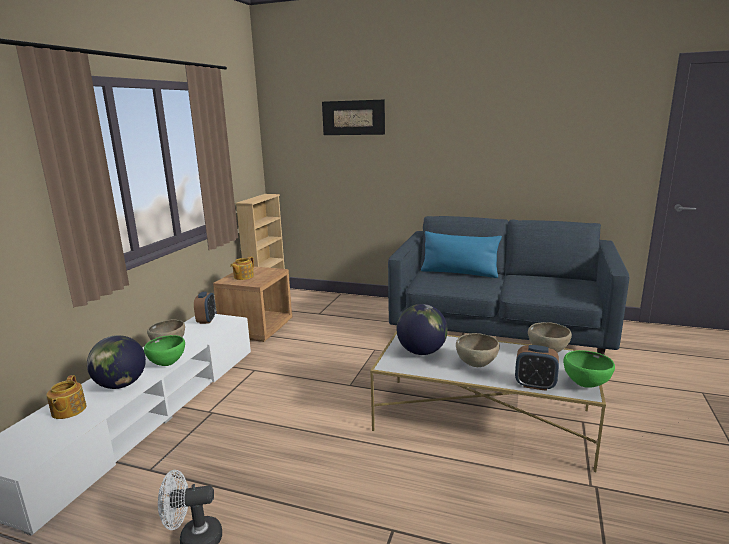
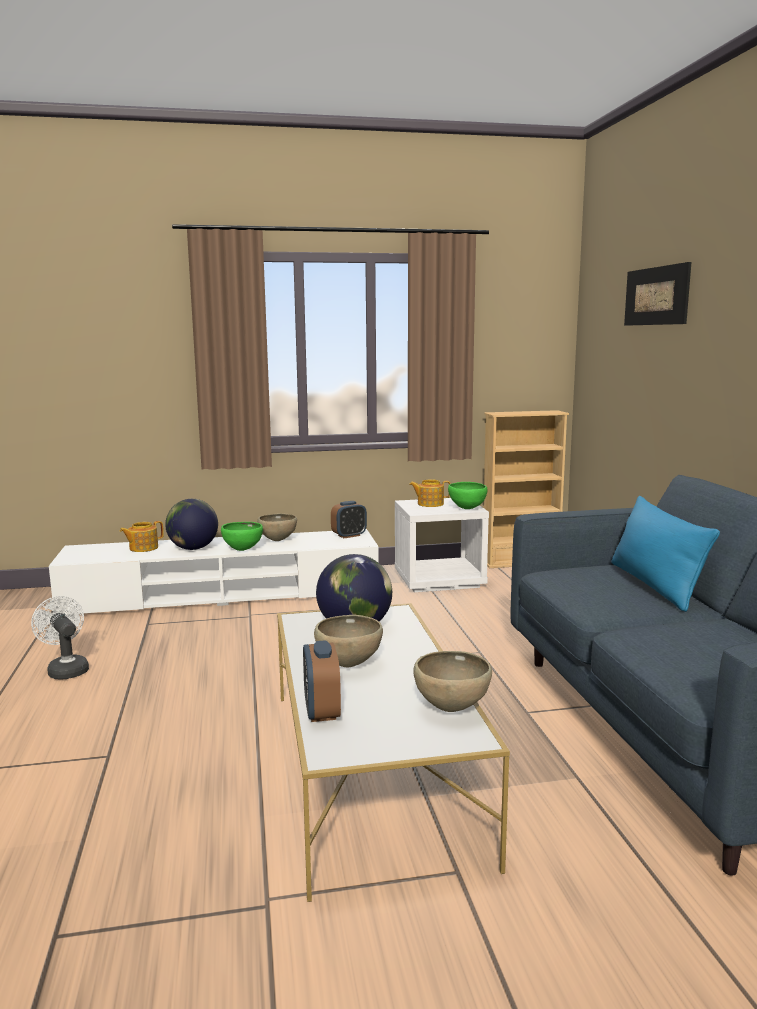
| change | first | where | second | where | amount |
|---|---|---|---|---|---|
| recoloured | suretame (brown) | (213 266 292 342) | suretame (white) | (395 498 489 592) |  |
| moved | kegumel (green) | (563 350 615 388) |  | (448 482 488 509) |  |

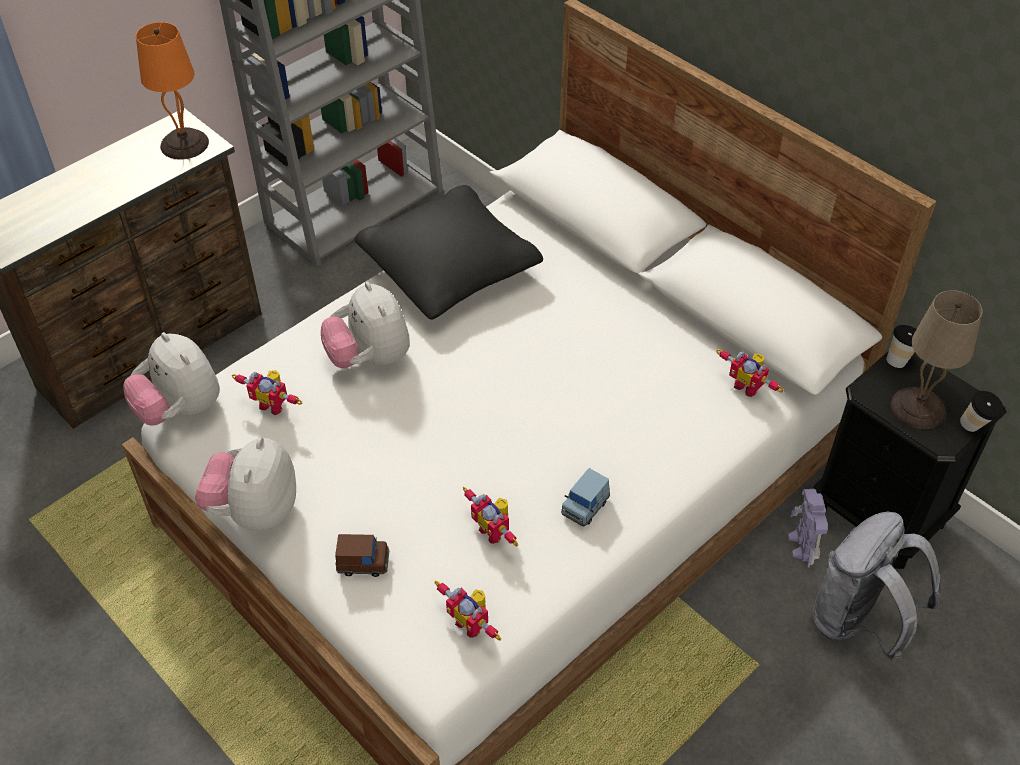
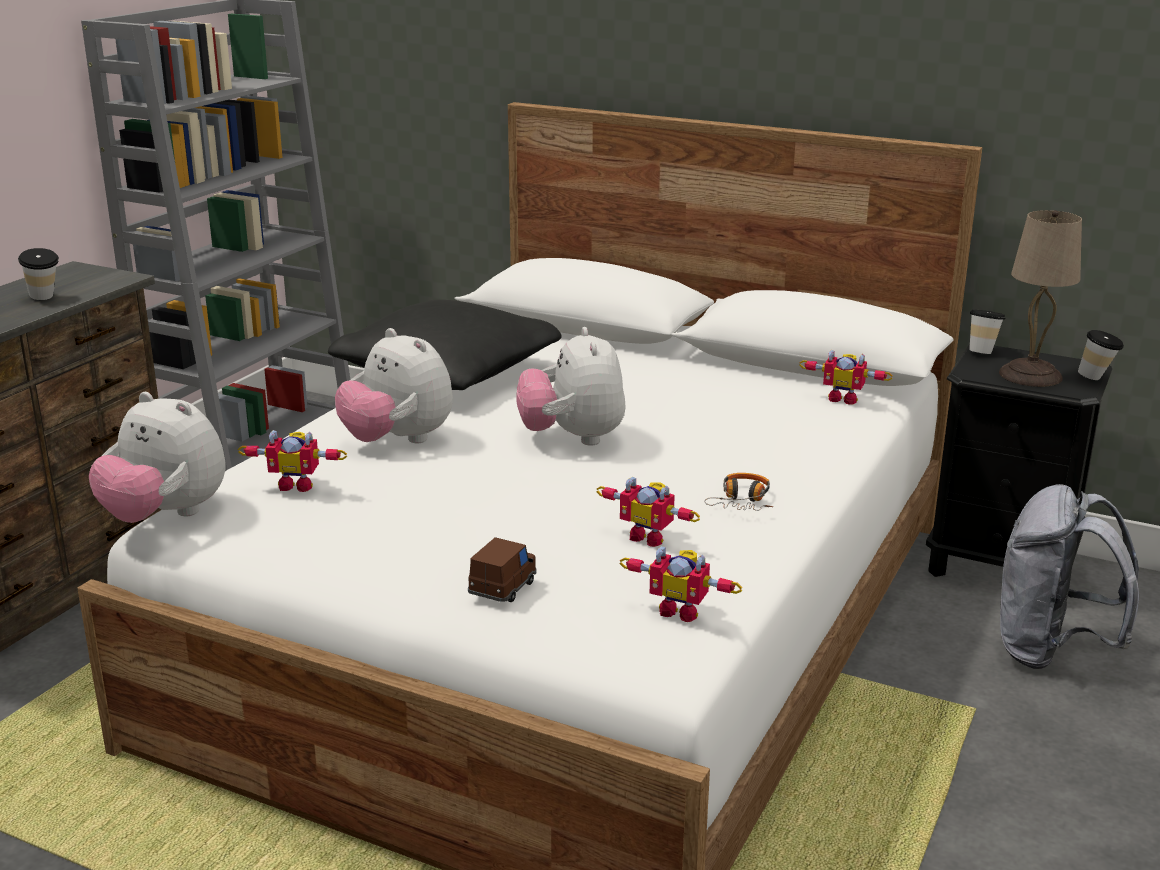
| change | first | where | second | where | amount |
|---|---|---|---|---|---|
| removed | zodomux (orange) | (136 22 209 160) |  |  |  |
| moved | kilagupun | (195 437 296 531) |  | (516 327 626 446) |  |
| replaced | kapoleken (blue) | (561 468 610 526) | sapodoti | (704 473 773 511) |  |
| removed | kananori | (788 489 828 568) |  |  |  |
| turned | kapoleken (brown) | (335 534 389 577) |  | (468 537 536 602) | 45 degrees counterclockwise |
| added |  |  | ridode | (18 248 59 300) |  |

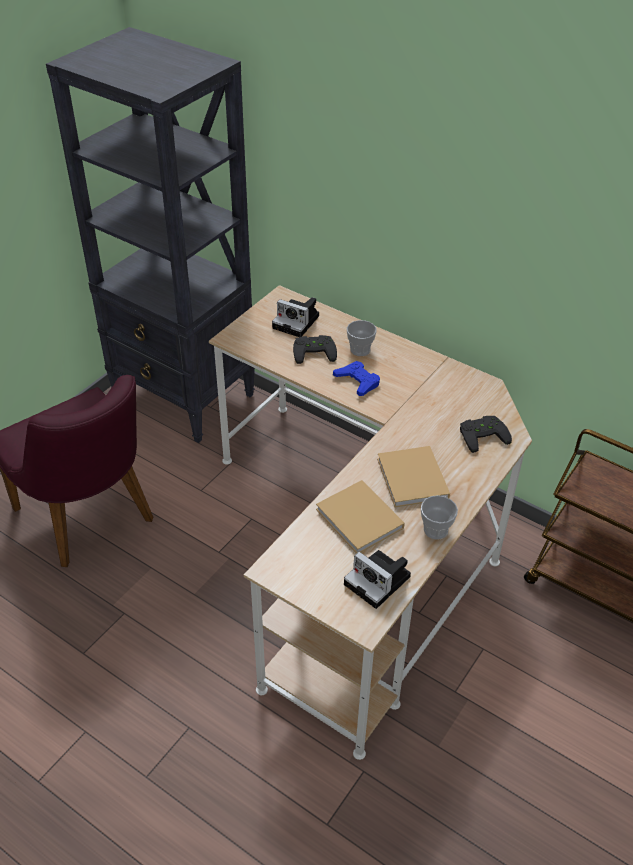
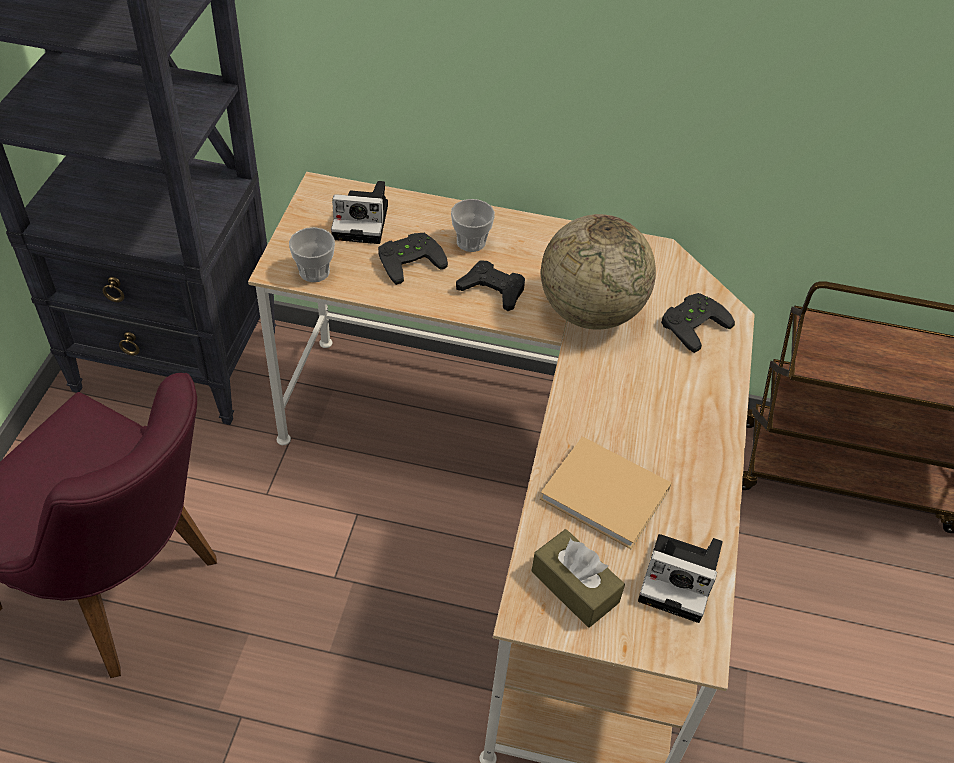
| change | first | where | second | where | amount |
|---|---|---|---|---|---|
| recoloured | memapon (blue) | (333 361 380 396) | memapon (black) | (456 260 525 311) |  |
| removed | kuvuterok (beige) | (377 446 450 508) |  |  |  |
| moved | ridode | (421 495 458 540) |  | (289 227 335 282) |  |
| added |  |  | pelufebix | (541 214 656 330) |  |
| added |  |  | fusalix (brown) | (531 529 625 628) |  |

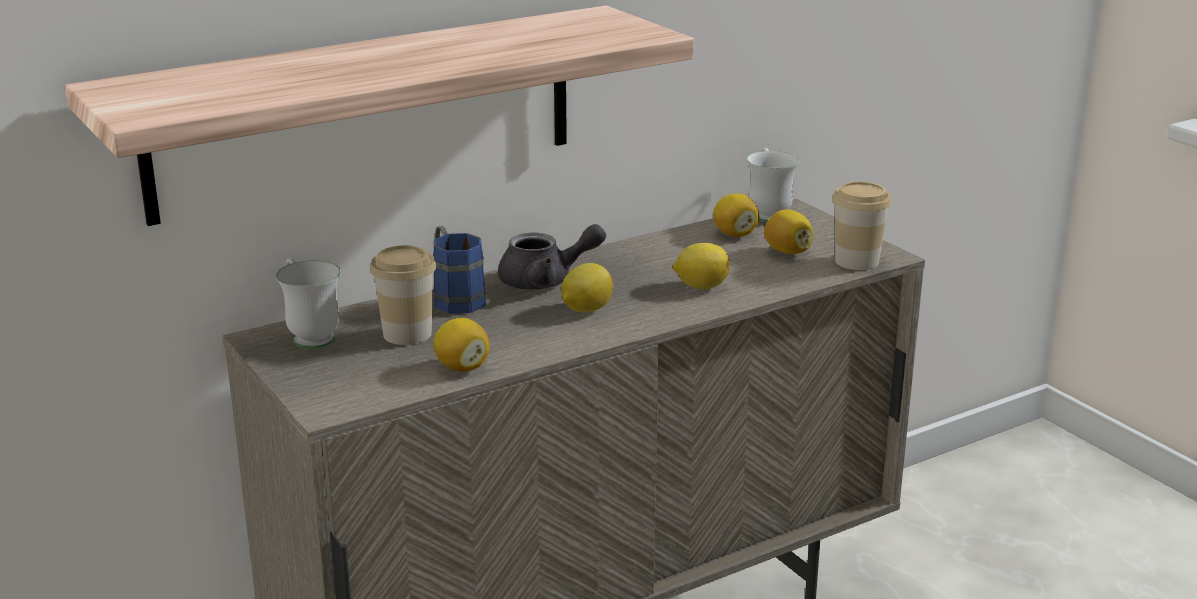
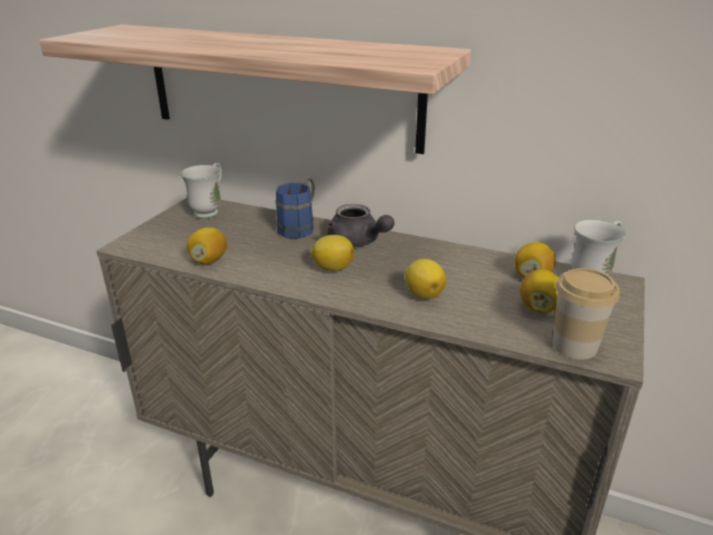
| change | first | where | second | where | amount |
|---|---|---|---|---|---|
| removed | ridode | (370 245 436 345) |  |  |  |

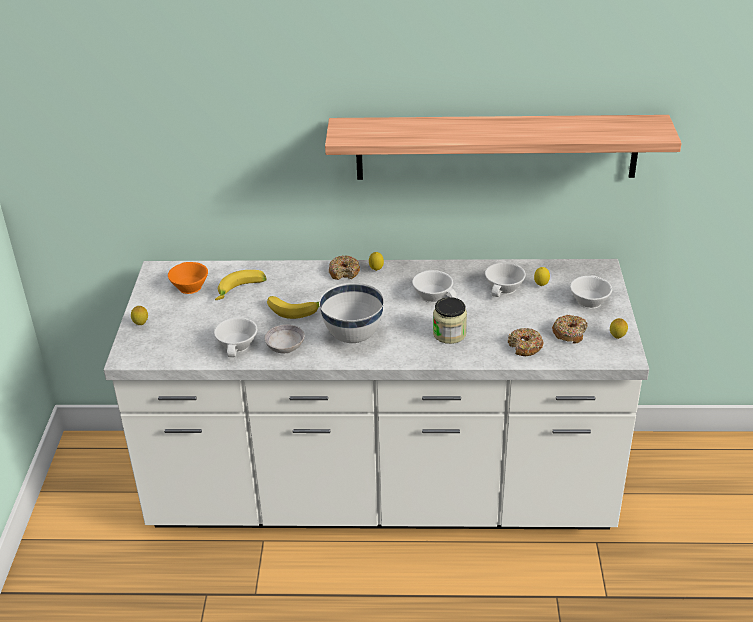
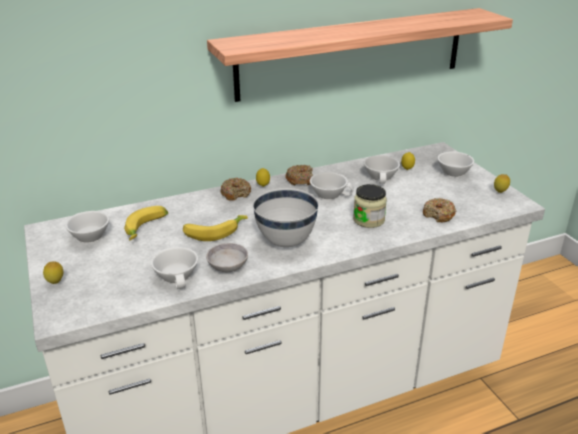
| change | first | where | second | where | amount |
|---|---|---|---|---|---|
| recoloured | ridode (orange) | (168 262 208 294) | ridode (white) | (65 211 109 244) |  |
| moved | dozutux | (552 315 588 343) |  | (285 165 313 185) |  |

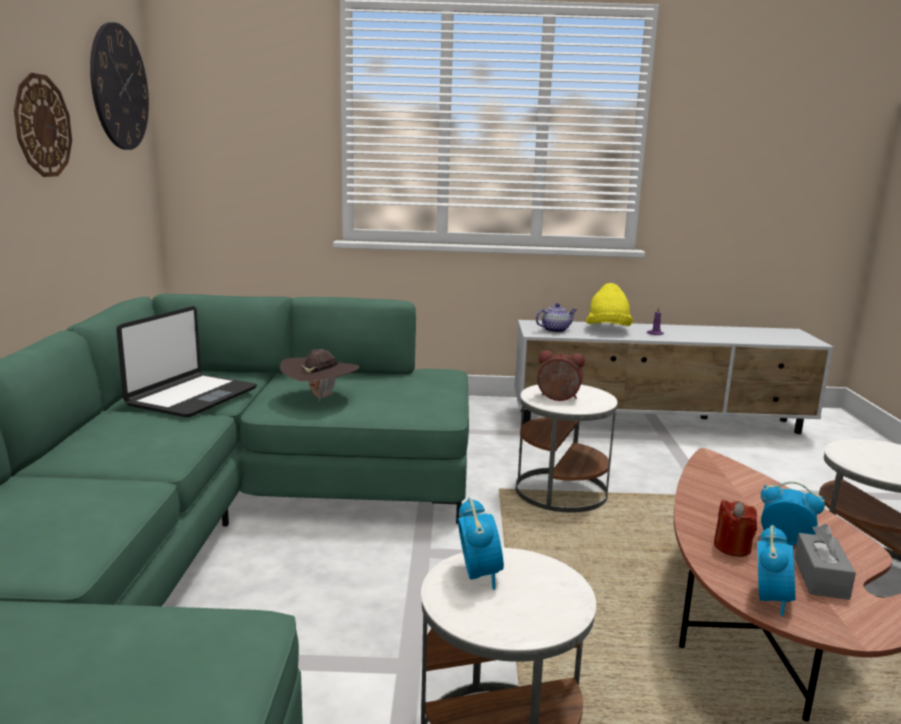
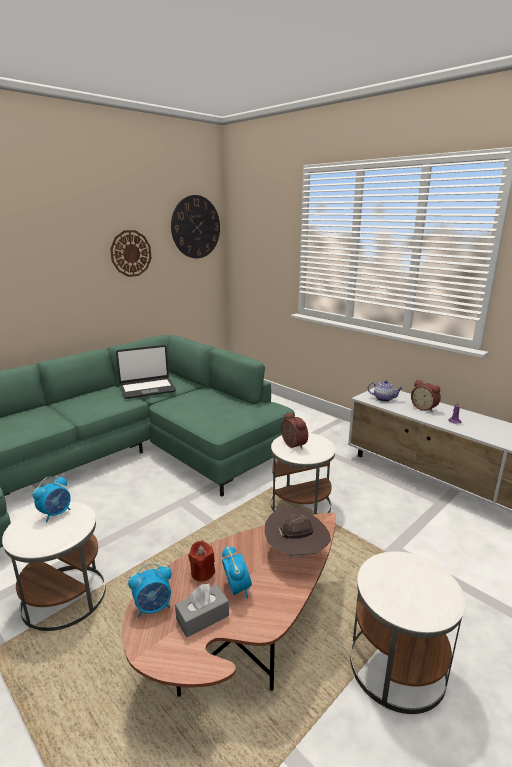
| change | first | where | second | where | amount |
|---|---|---|---|---|---|
| replaced | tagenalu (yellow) | (586 283 633 326) | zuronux | (411 379 441 412) |  |
| moved | tagenalu (brown) | (280 349 359 402) |  | (265 507 331 560) |  |

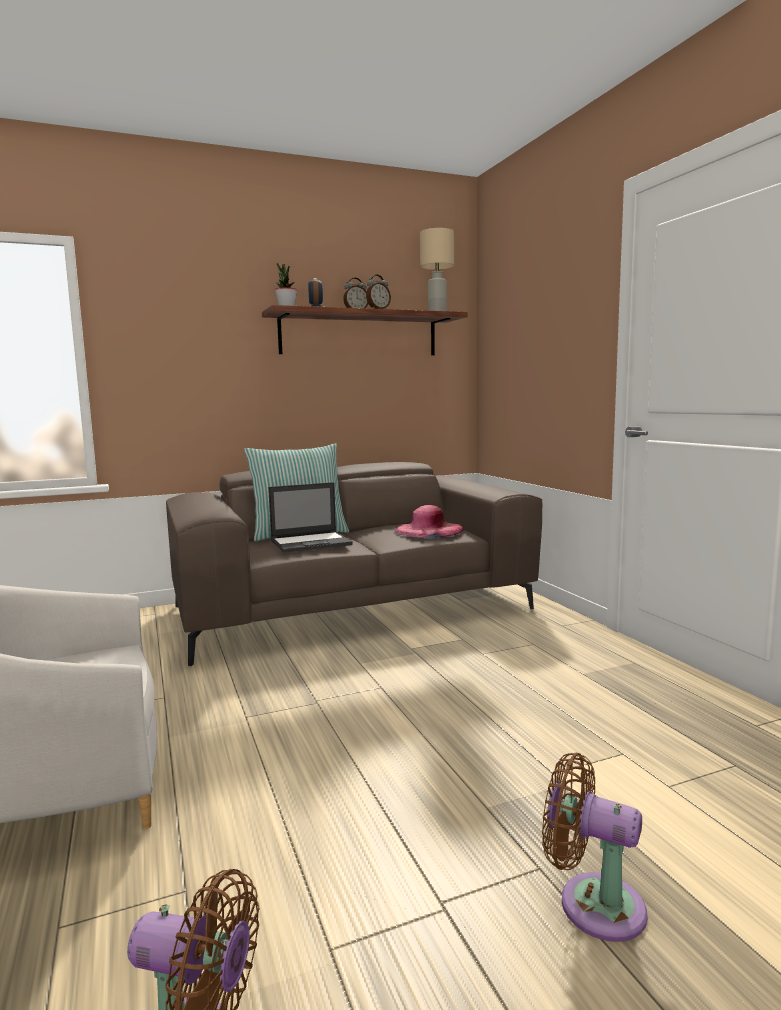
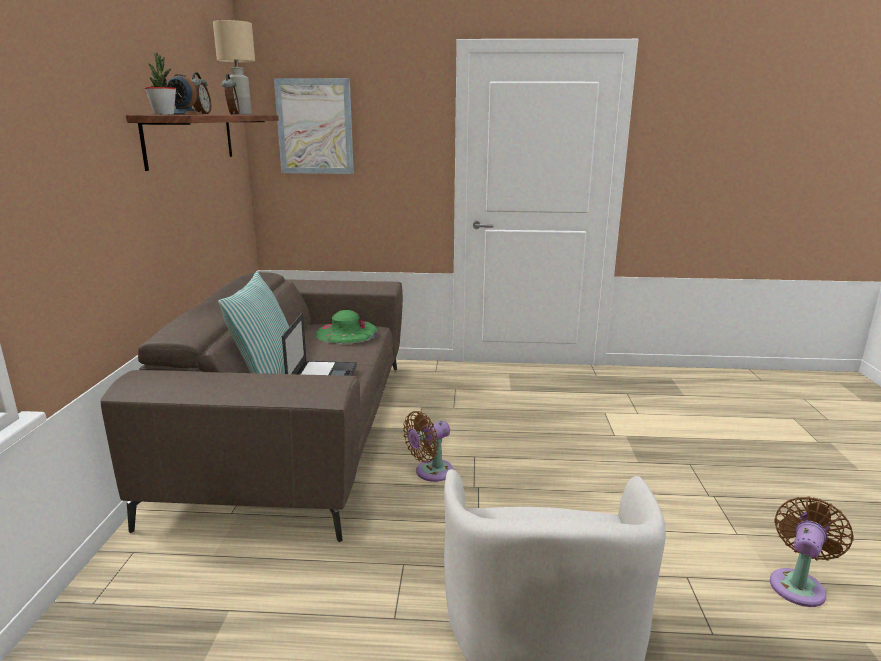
| change | first | where | second | where | amount |
|---|---|---|---|---|---|
| recoloured | tagenalu (pink) | (395 505 464 538) | tagenalu (green) | (315 310 379 344) |  |
| moved | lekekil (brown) | (542 753 648 942) |  | (403 411 453 482) |  |
| added |  |  | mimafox | (274 78 354 174) |  |

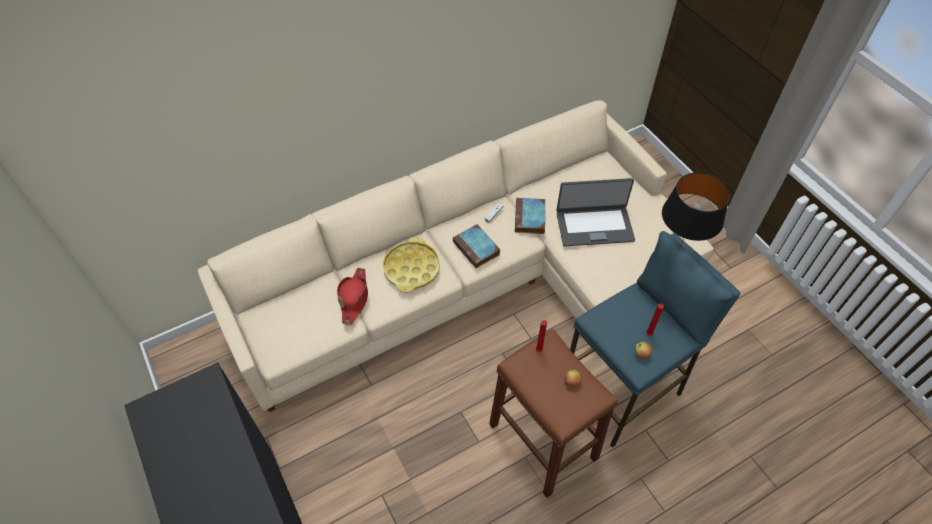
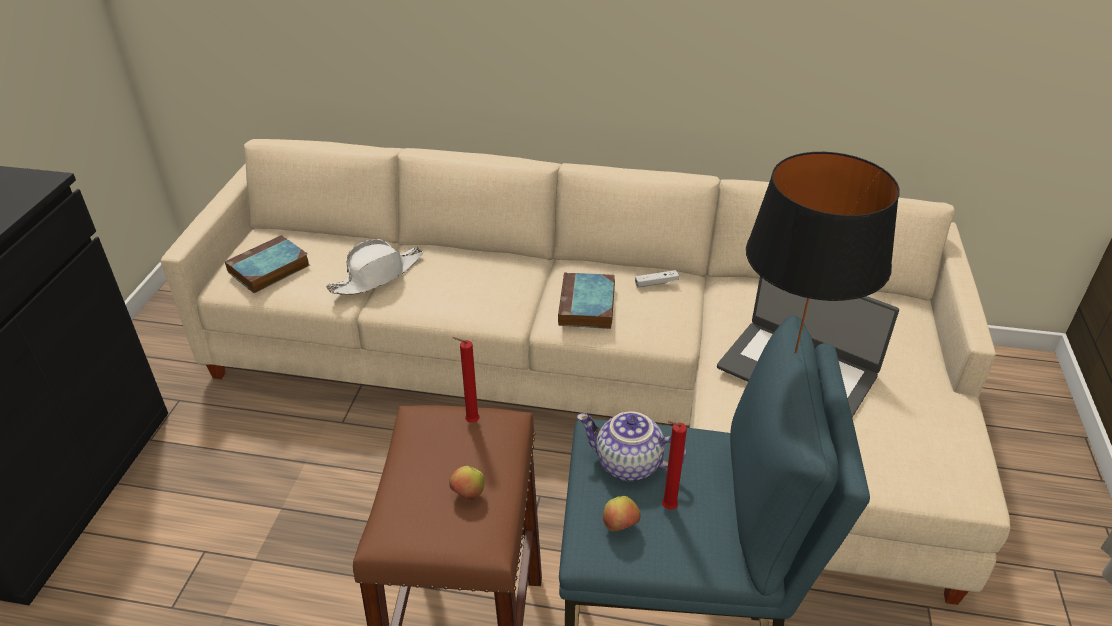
| change | first | where | second | where | amount |
|---|---|---|---|---|---|
| moved | kuvuterok | (515 198 545 234) |  | (225 235 310 293) |  |
| removed | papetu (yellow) | (383 237 440 293) |  |  |  |
| recoloured | tagenalu (red) | (337 268 368 325) | tagenalu (white) | (326 239 423 295) |  |
| added |  |  | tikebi | (577 411 686 481) |  |

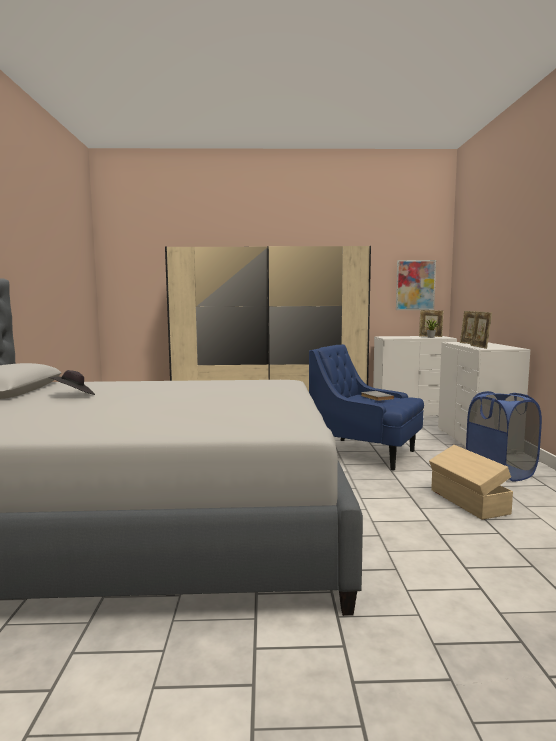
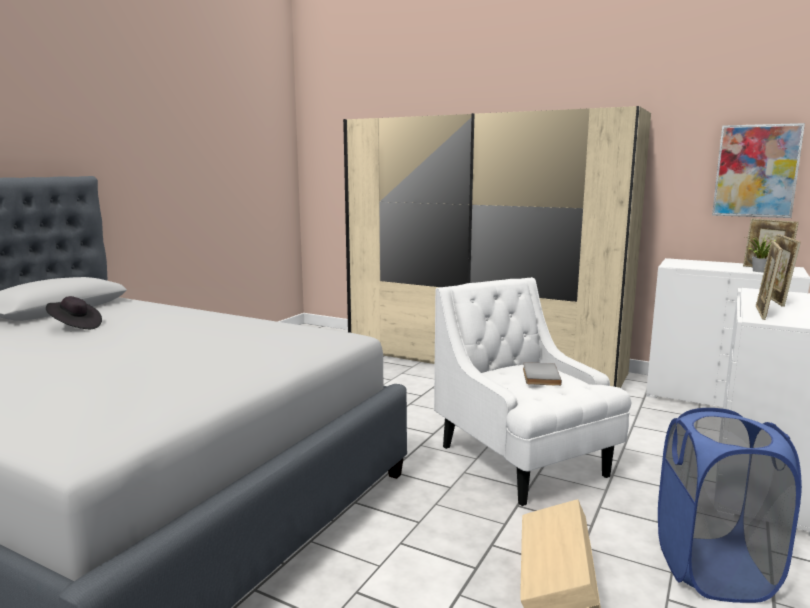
| change | first | where | second | where | amount |
|---|---|---|---|---|---|
| recoloured | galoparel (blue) | (309 344 424 471) | galoparel (white) | (434 277 631 506) |  |

